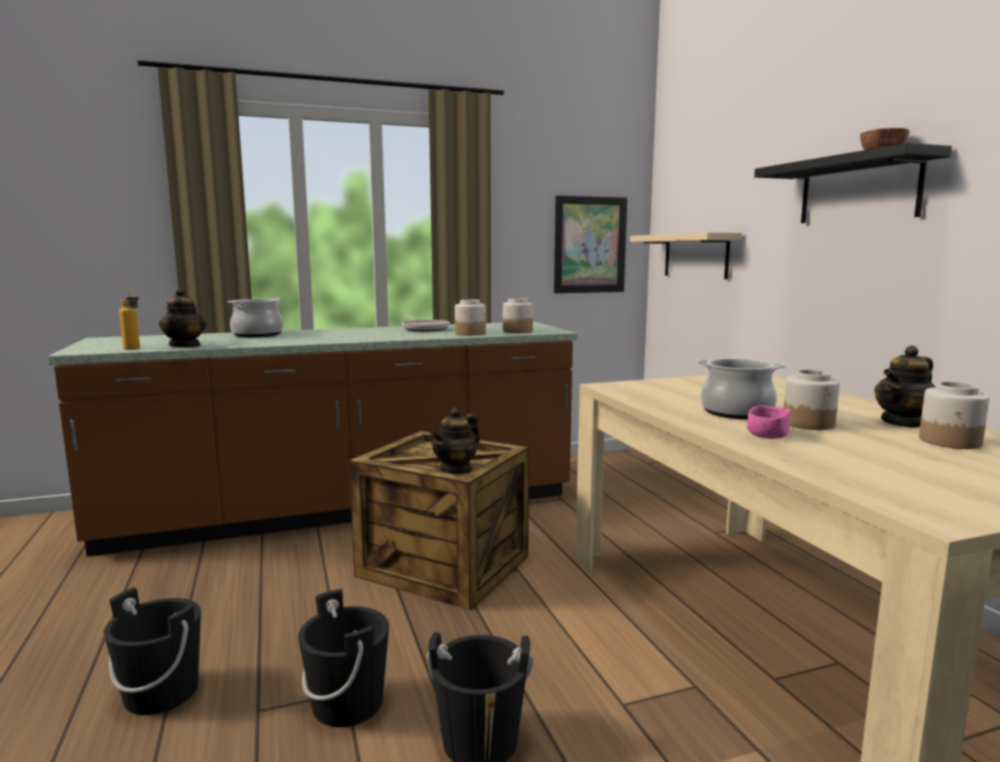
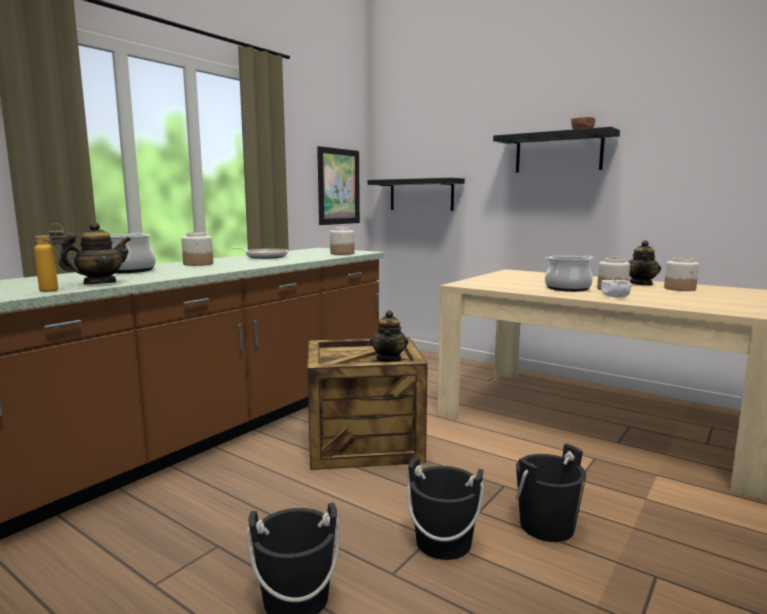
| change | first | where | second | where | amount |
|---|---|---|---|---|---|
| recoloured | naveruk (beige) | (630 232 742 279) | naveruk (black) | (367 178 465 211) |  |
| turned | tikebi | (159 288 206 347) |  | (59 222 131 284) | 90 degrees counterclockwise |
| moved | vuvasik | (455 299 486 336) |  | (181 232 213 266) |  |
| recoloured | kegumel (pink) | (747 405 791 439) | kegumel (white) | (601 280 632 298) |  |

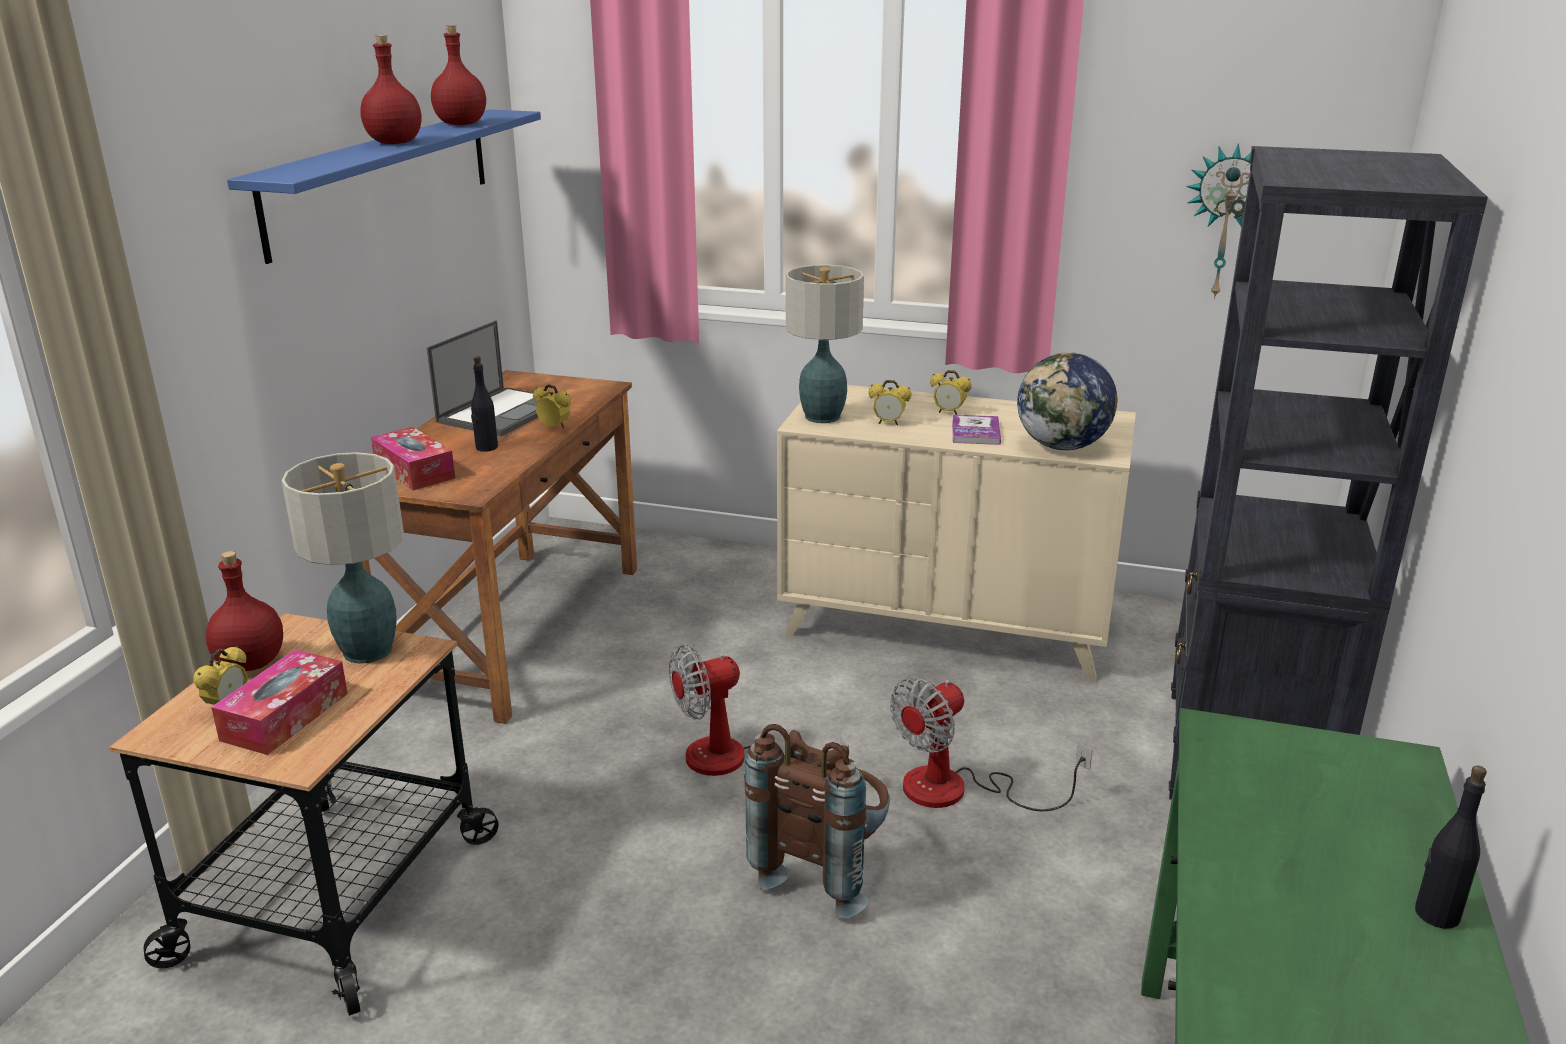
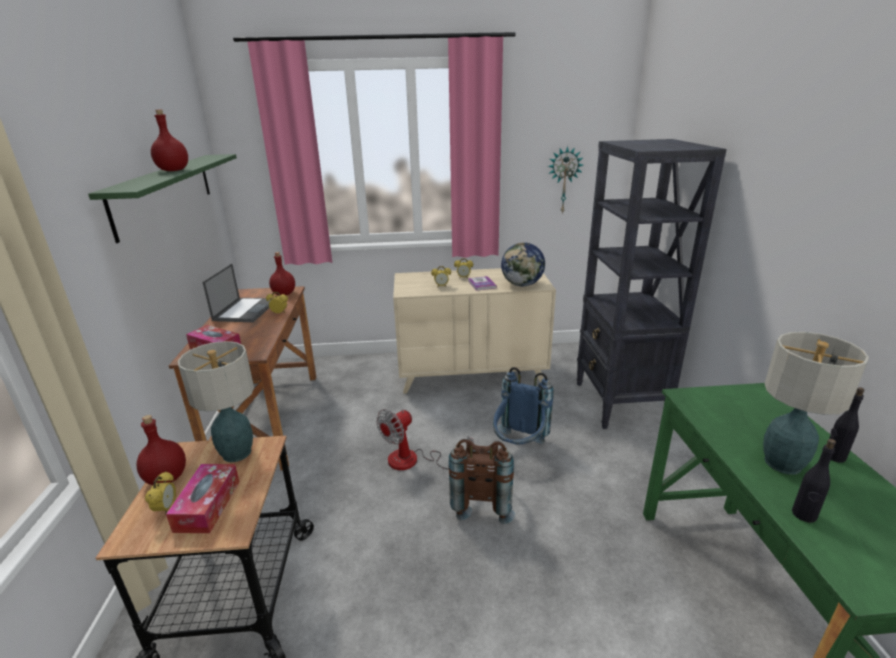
| change | first | where | second | where | amount |
|---|---|---|---|---|---|
| moved | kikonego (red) | (431 25 486 125) |  | (269 252 295 295) |  |
| recoloured | naveruk (blue) | (227 110 541 264) | naveruk (green) | (88 154 237 243) |  |
| moved | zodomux | (786 264 864 423) |  | (763 332 869 475) |  |
| moved | kikonego (black) | (471 356 498 452) |  | (792 439 836 523) |  |
| replaced | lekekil | (890 677 1093 811) | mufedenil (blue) | (493 367 554 445) |  |

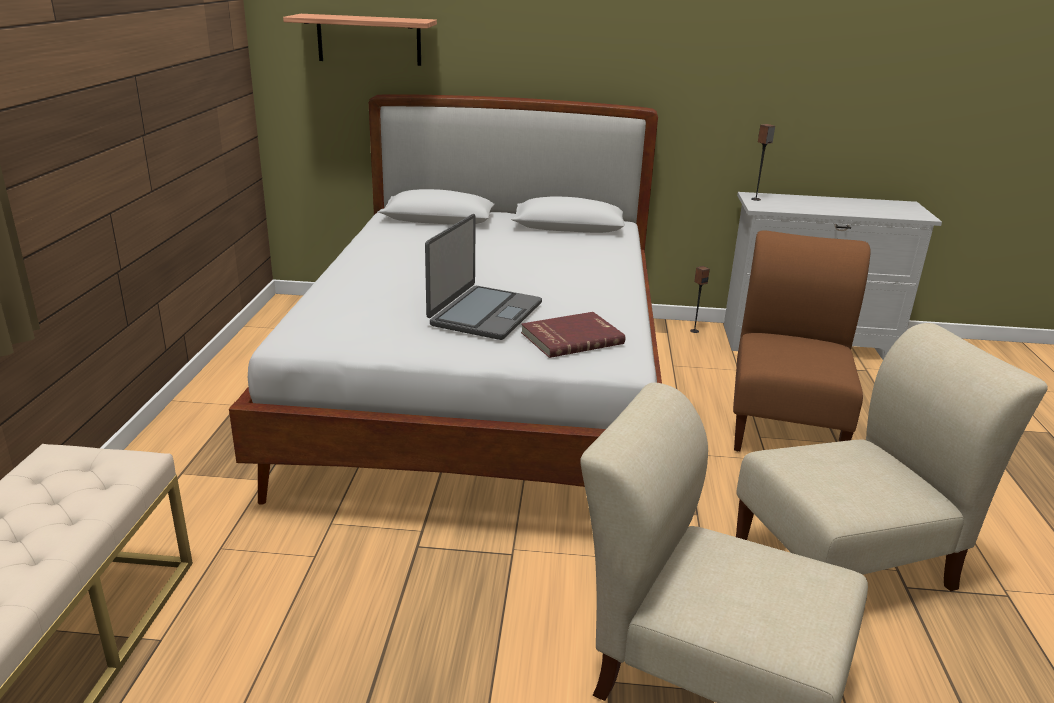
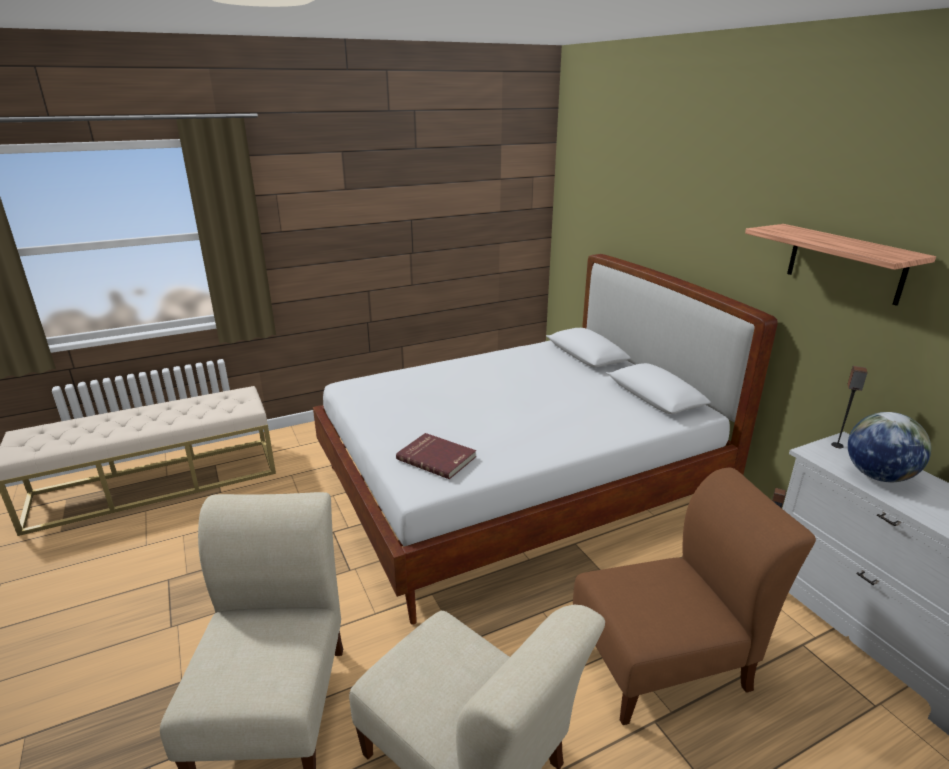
| change | first | where | second | where | amount |
|---|---|---|---|---|---|
| moved | naveruk | (283 14 437 66) |  | (745 224 936 306) |  |
| removed | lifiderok | (425 214 542 340) |  |  |  |
| added |  |  | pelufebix | (848 412 931 482) |  |

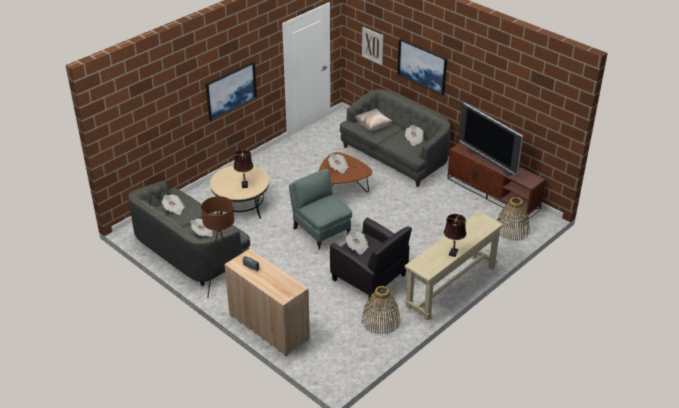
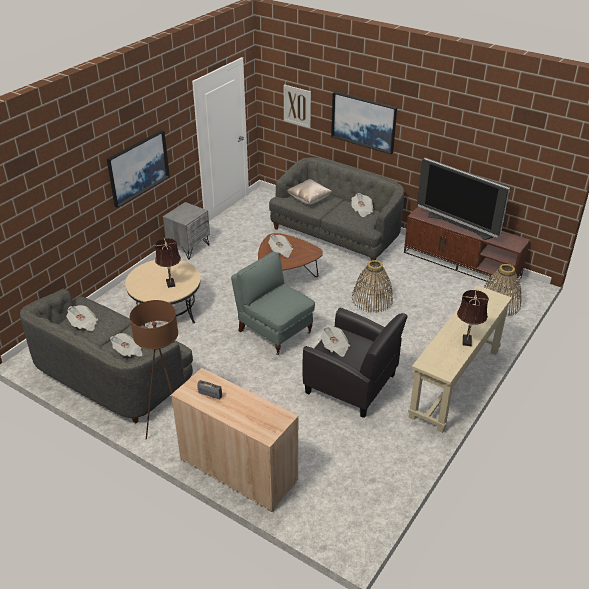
| change | first | where | second | where | amount |
|---|---|---|---|---|---|
| moved | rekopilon | (362 286 400 335) |  | (352 260 393 313) |  |
| added |  |  | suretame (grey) | (163 202 210 260) |  |

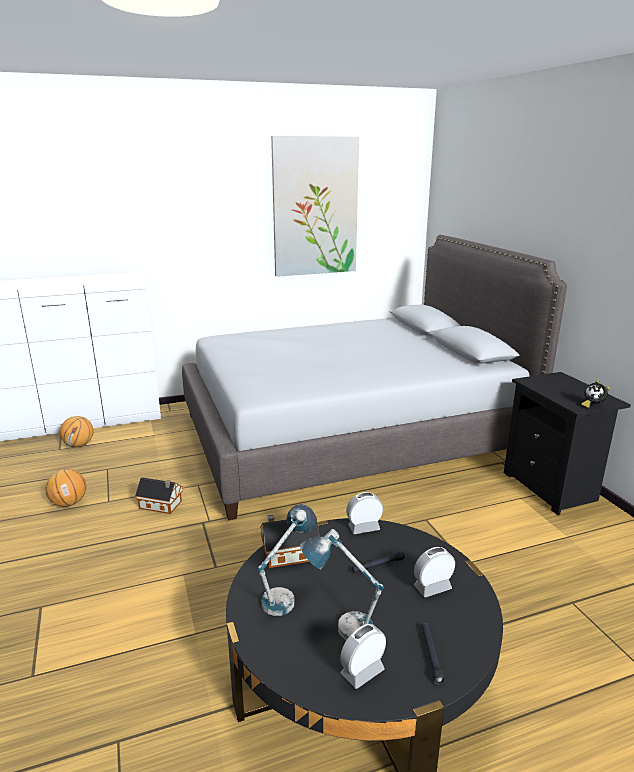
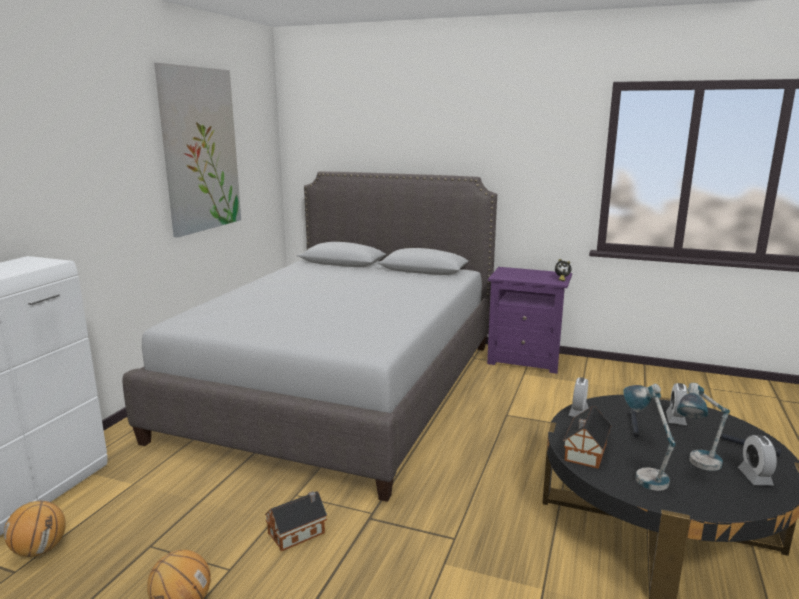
| change | first | where | second | where | amount |
|---|---|---|---|---|---|
| recoloured | suretame (black) | (504 372 631 515) | suretame (purple) | (487 267 572 374) |  |

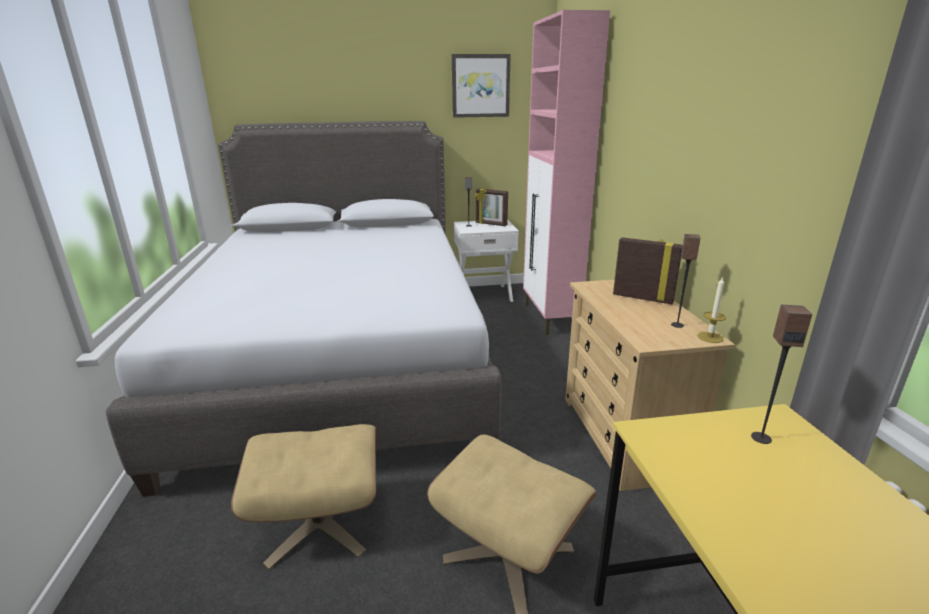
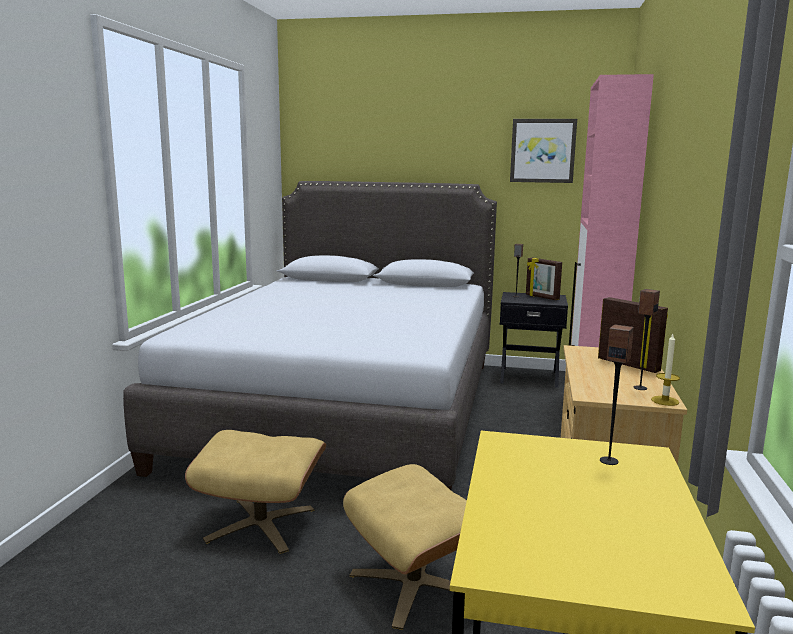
| change | first | where | second | where | amount |
|---|---|---|---|---|---|
| recoloured | suretame (white) | (454 221 519 302) | suretame (black) | (500 292 568 388) |  |

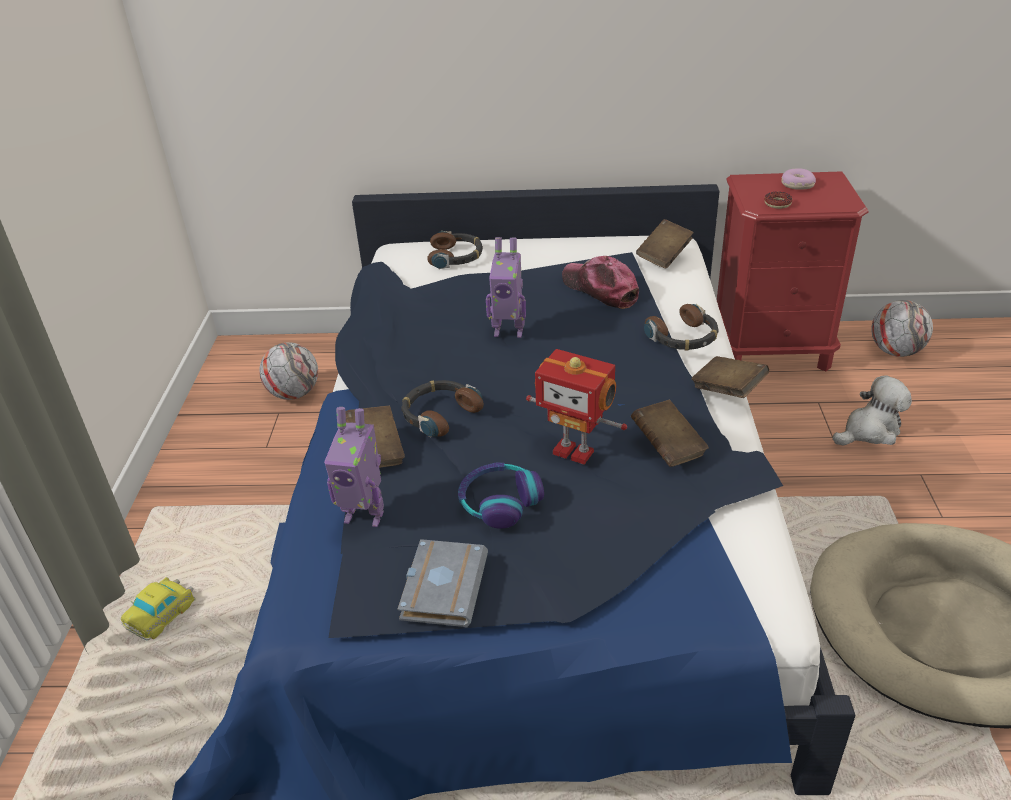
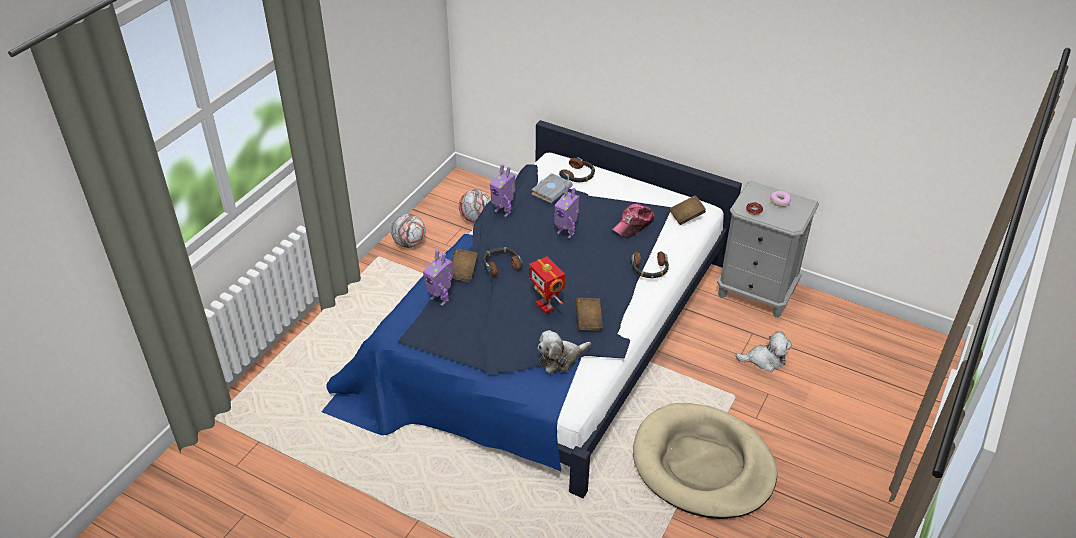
| change | first | where | second | where | amount |
|---|---|---|---|---|---|
| recoloured | suretame (red) | (717 171 868 372) | suretame (grey) | (717 181 819 318) |  |
| turned | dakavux | (562 256 639 309) |  | (612 204 655 238) | 120 degrees counterclockwise |
| moved | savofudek | (871 300 933 357) |  | (391 214 425 248) |  |
| removed | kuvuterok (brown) | (691 356 769 398) |  |  |  |
| removed | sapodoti | (458 462 544 529) |  |  |  |
| moved | kuvuterok (grey) | (397 539 488 627) |  | (531 173 573 204) |  |
| removed | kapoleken | (121 577 196 640) |  |  |  |
| added |  |  | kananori | (490 164 515 217) |  |
| added |  |  | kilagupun | (538 330 591 373) |  |

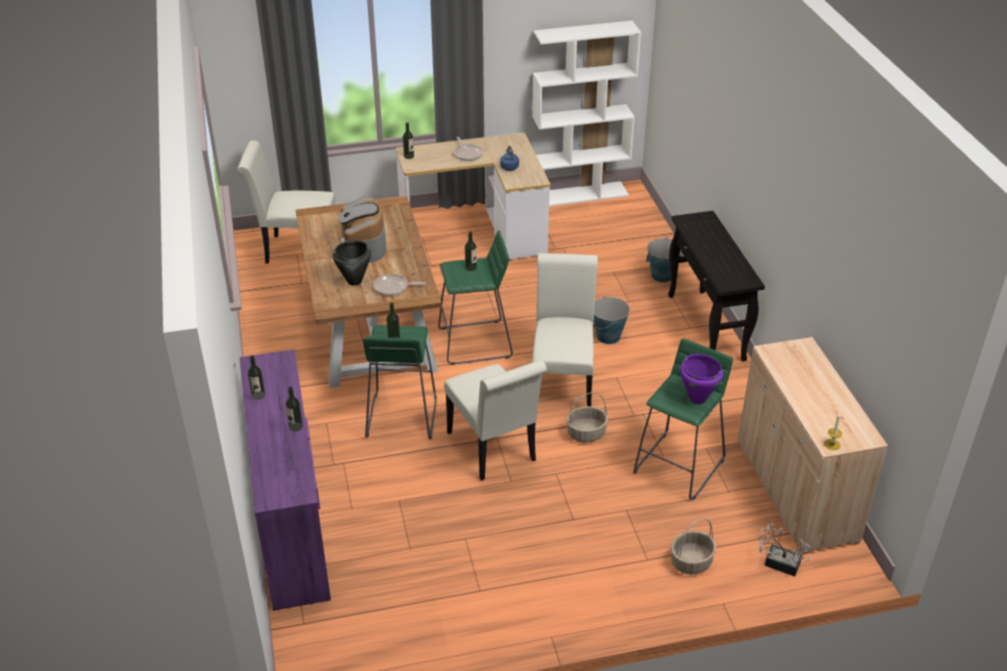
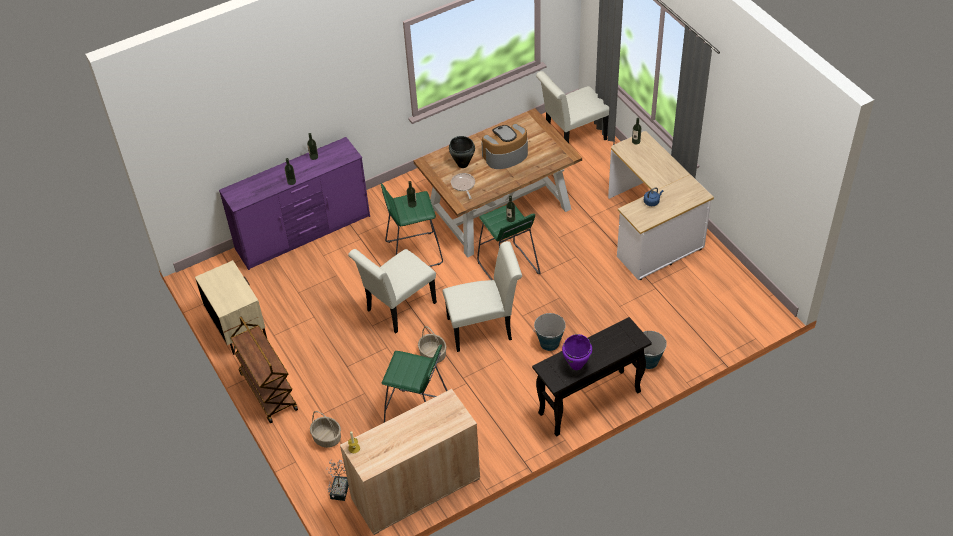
| change | first | where | second | where | amount |
|---|---|---|---|---|---|
| removed | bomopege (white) | (532 21 641 206) |  |  |  |
| removed | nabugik | (454 137 483 161) |  |  |  |
| turned | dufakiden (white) | (237 140 336 264) |  | (536 71 609 143) | 105 degrees counterclockwise |
| moved | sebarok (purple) | (680 354 723 404) |  | (562 334 592 370) |  |
| added |  |  | suretame (beige) | (195 260 267 355) |  |
| added |  |  | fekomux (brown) | (230 316 298 423) |  |

